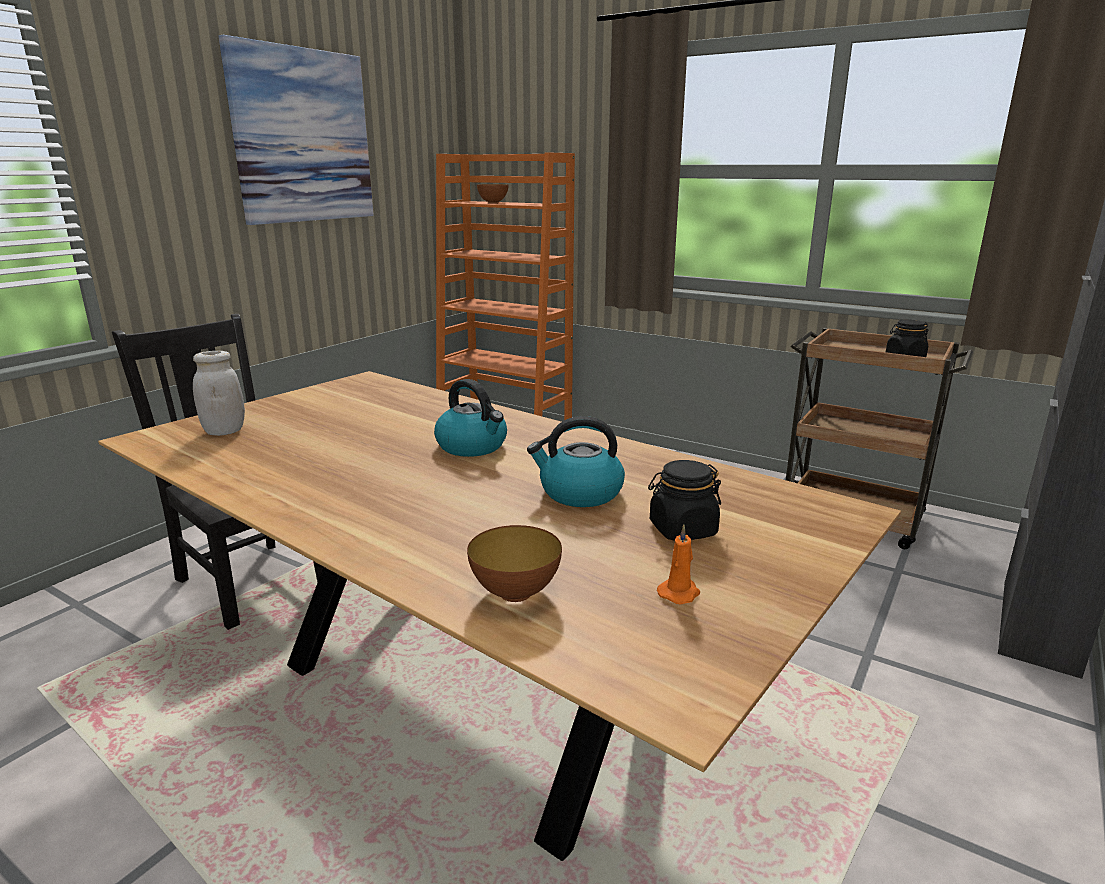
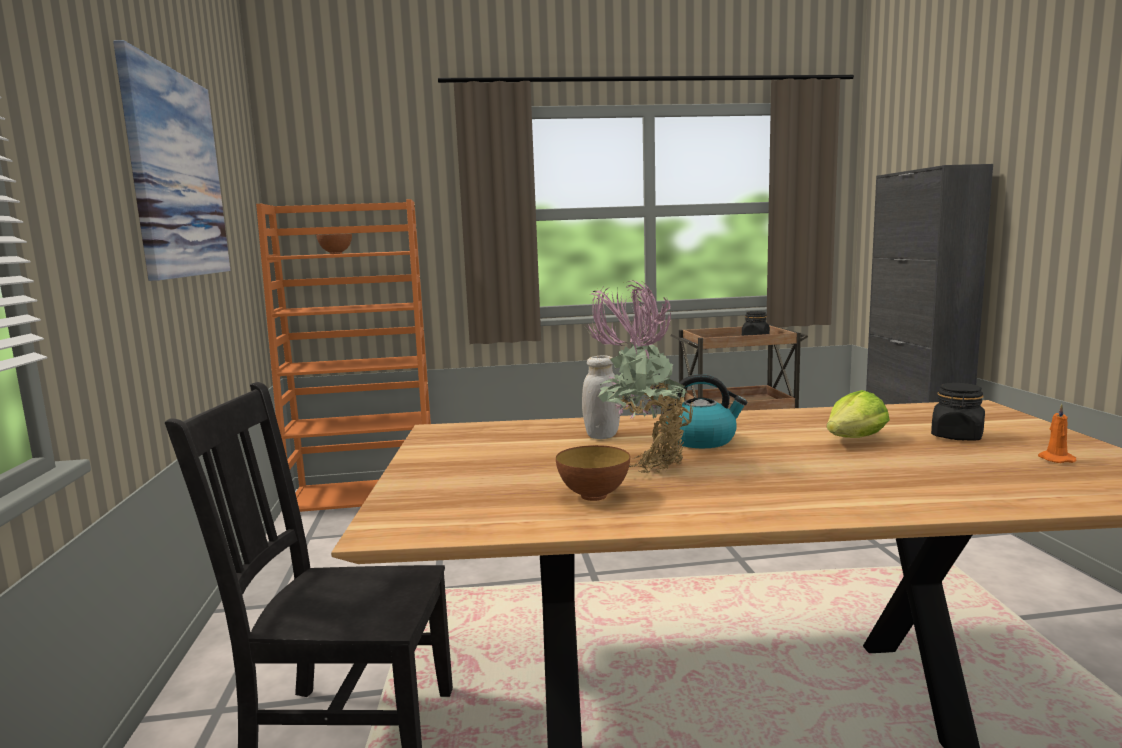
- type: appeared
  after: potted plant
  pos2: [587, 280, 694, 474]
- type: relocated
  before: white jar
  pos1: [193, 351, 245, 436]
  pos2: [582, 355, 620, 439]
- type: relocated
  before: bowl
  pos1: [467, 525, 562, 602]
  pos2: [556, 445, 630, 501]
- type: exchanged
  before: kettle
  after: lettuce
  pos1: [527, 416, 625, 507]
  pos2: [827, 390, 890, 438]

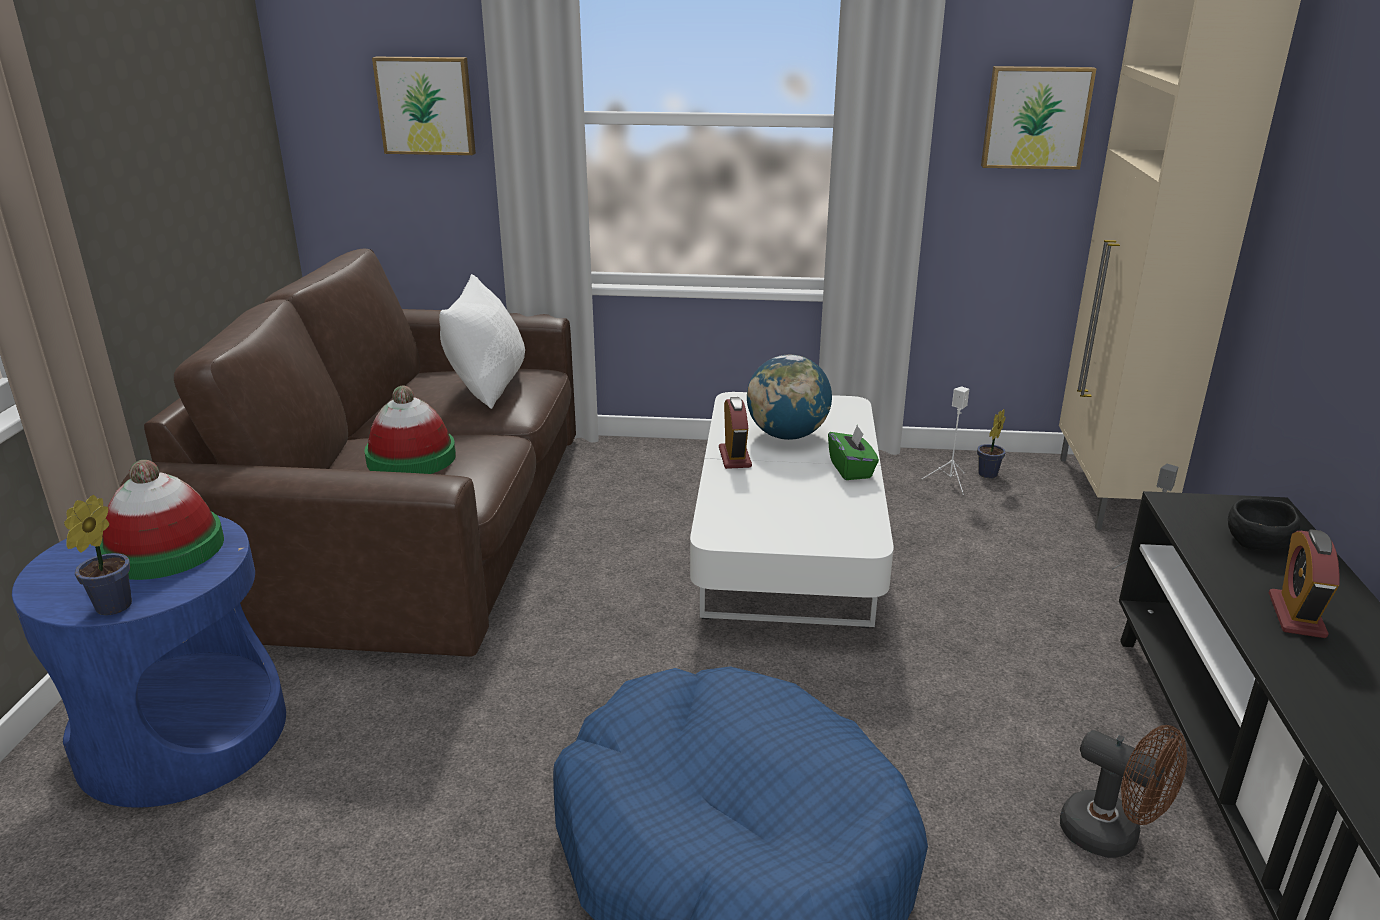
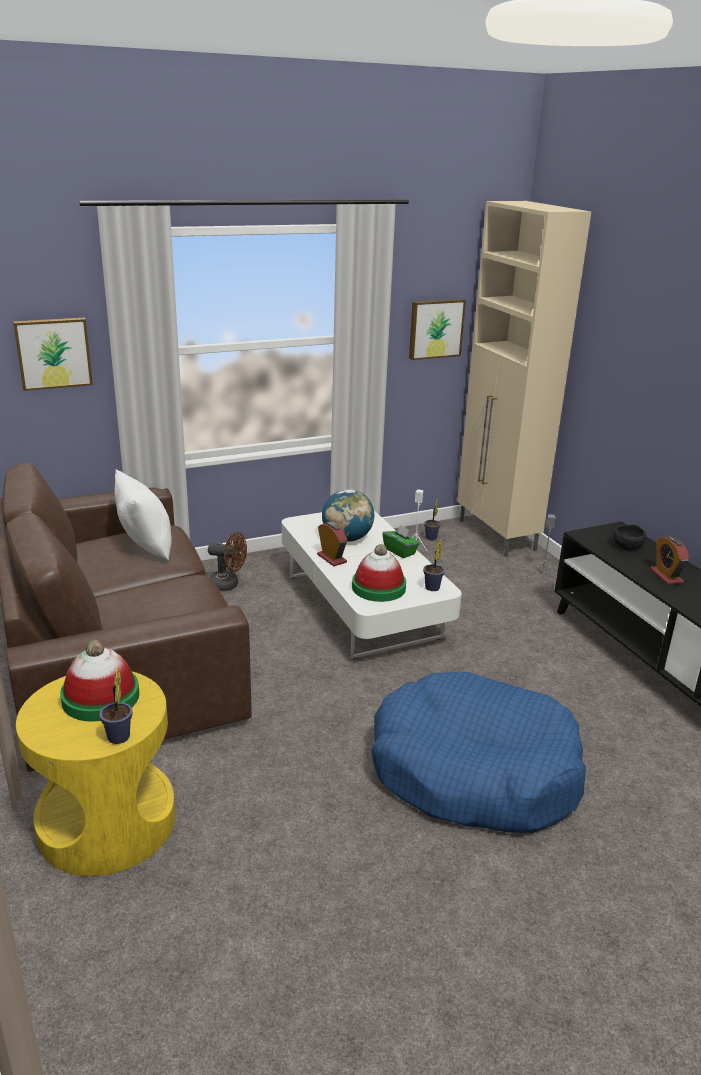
- type: appeared
  after: potted plant
  pos2: [423, 538, 445, 591]
- type: relocated
  before: hat
  pos1: [364, 386, 456, 474]
  pos2: [352, 544, 406, 602]
- type: relocated
  before: brown fan
  pos1: [1060, 725, 1187, 858]
  pos2: [208, 532, 247, 591]
- type: colour
  before: blue side table
  after: yellow side table
  pos1: [12, 515, 286, 808]
  pos2: [16, 672, 175, 876]

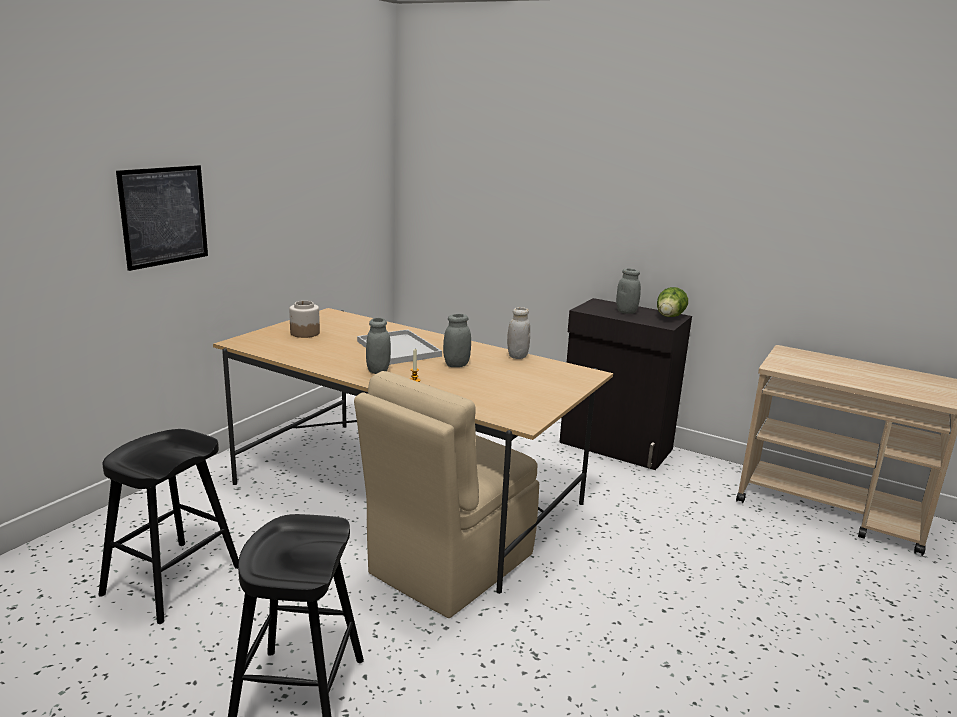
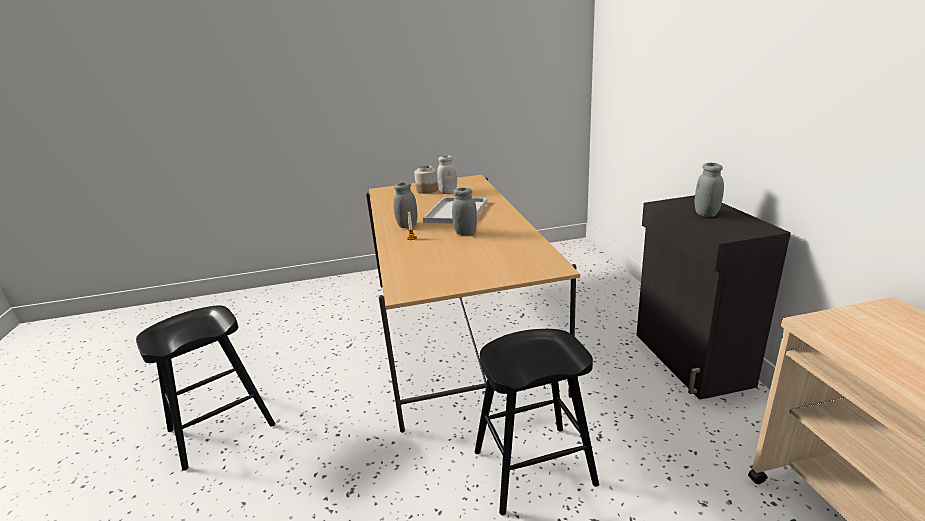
- type: missing
  before: picture
  pos1: [116, 165, 208, 271]
- type: missing
  before: beige chair
  pos1: [354, 371, 539, 618]
- type: missing
  before: lettuce
  pos1: [657, 287, 688, 317]
- type: relocated
  before: black stool
  pos1: [99, 429, 239, 624]
  pos2: [475, 329, 599, 515]
- type: relocated
  before: white jar
  pos1: [507, 307, 530, 359]
  pos2: [437, 156, 457, 194]

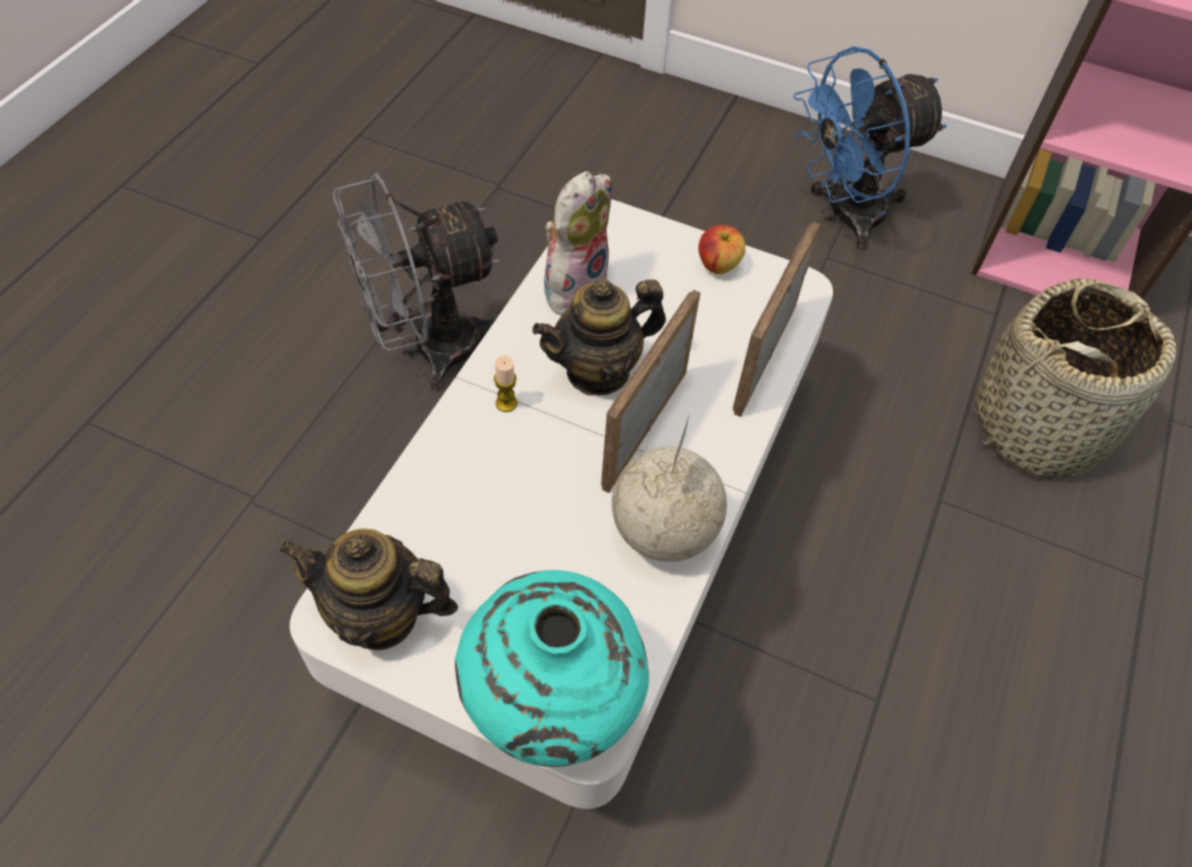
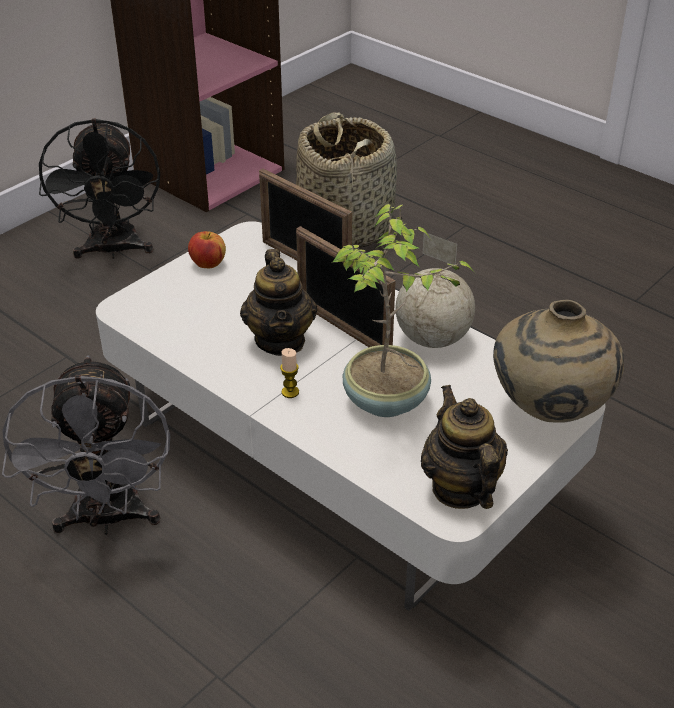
- type: missing
  before: plush toy
  pos1: [544, 171, 612, 316]
- type: appeared
  after: potted plant
  pos2: [331, 204, 474, 417]
- type: colour
  before: turquoise vase
  after: beige vase
  pos1: [455, 570, 649, 767]
  pos2: [493, 300, 624, 423]
- type: colour
  before: blue fan
  after: black fan
  pos1: [793, 46, 947, 250]
  pos2: [39, 118, 160, 259]
- type: spun
  before: teapot
  pos1: [279, 528, 458, 651]
  pos2: [421, 385, 508, 509]
  turn: 135

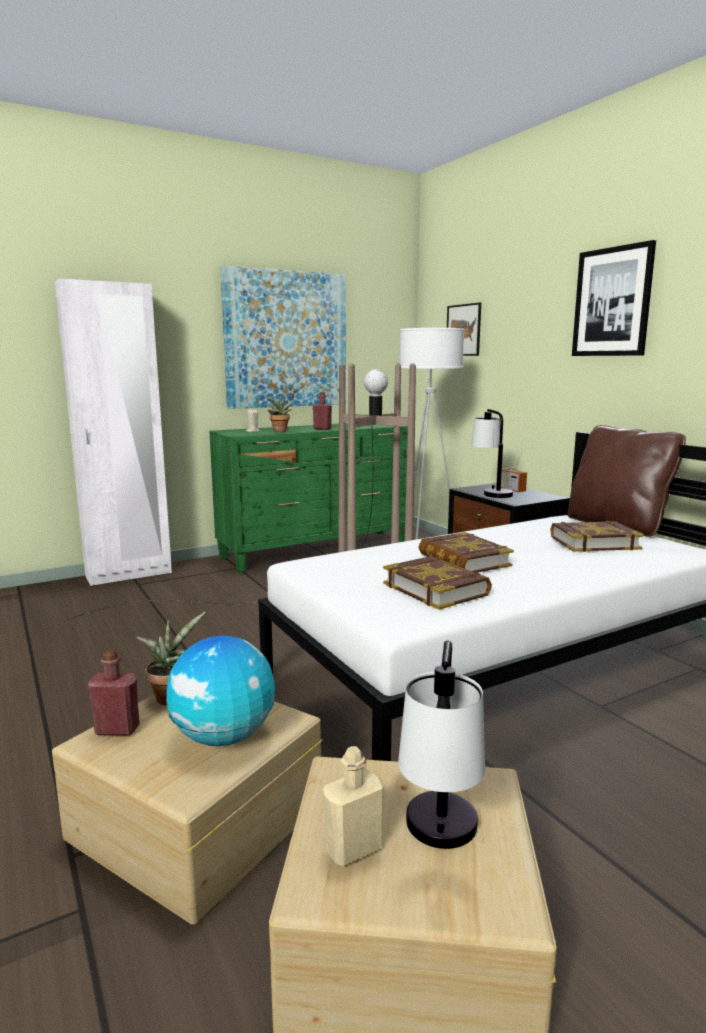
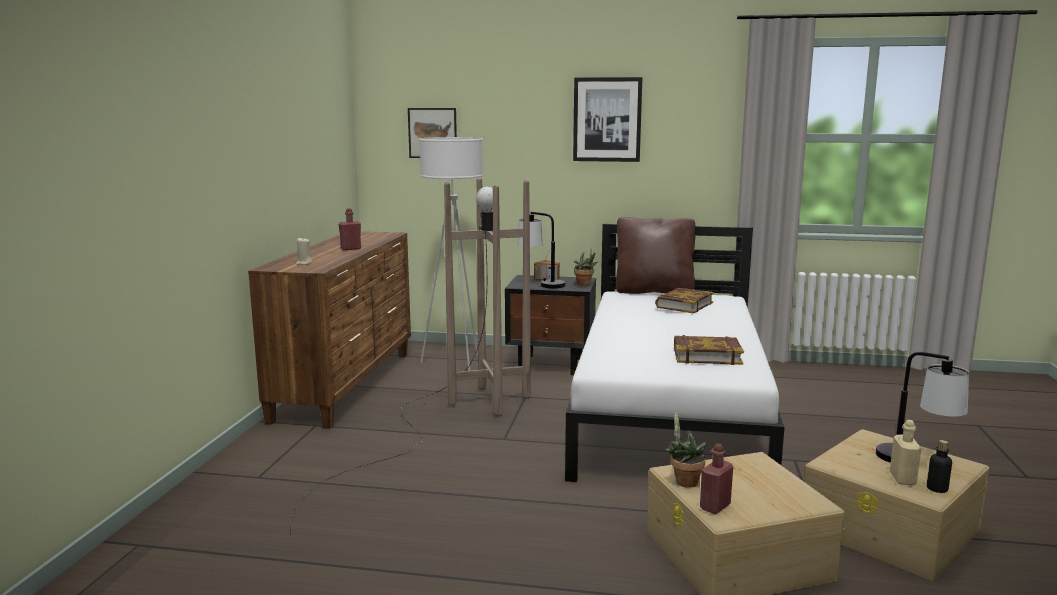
- type: missing
  before: white wardrobe
  pos1: [55, 278, 172, 586]
- type: missing
  before: globe
  pos1: [166, 636, 275, 746]
- type: missing
  before: picture
  pos1: [220, 265, 346, 409]
- type: missing
  before: book
  pos1: [419, 532, 514, 573]
- type: appeared
  after: bottle
  pos2: [927, 440, 952, 493]
- type: relocated
  before: potted plant
  pos1: [266, 394, 295, 432]
  pos2: [574, 249, 597, 286]
- type: colour
  before: green dresser
  after: brown dresser
  pos1: [209, 423, 408, 573]
  pos2: [248, 231, 411, 429]

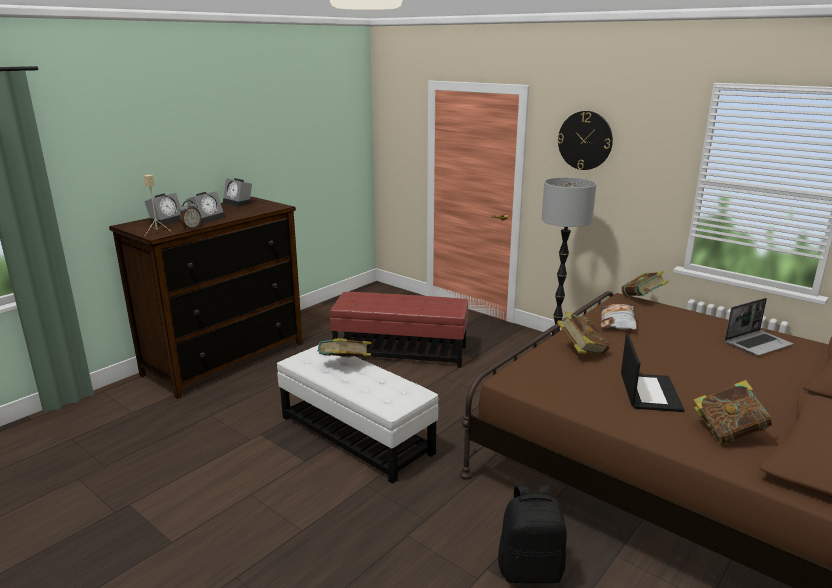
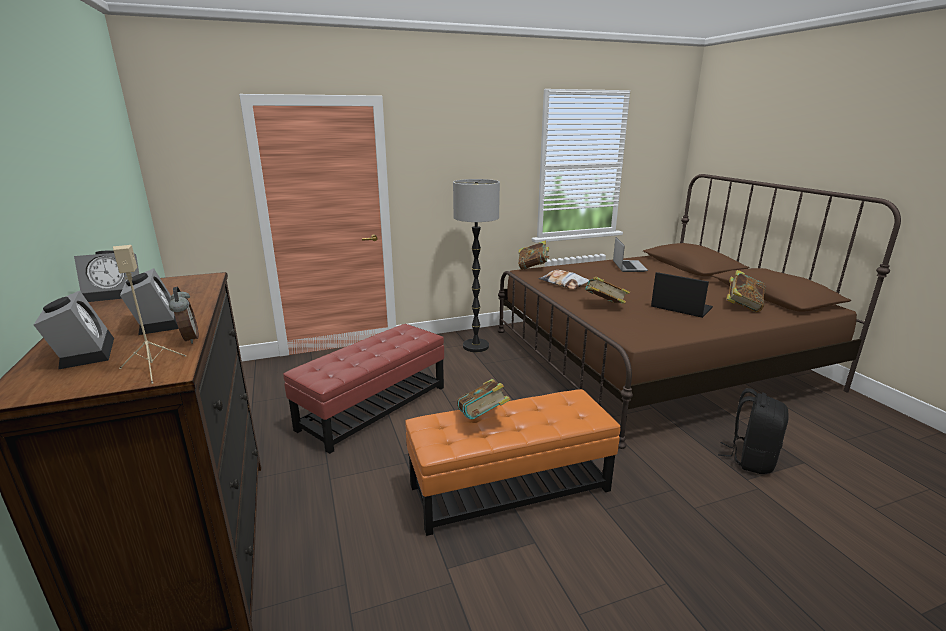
- type: missing
  before: wall clock
  pos1: [558, 111, 613, 170]
- type: colour
  before: white ottoman
  after: orange ottoman
  pos1: [277, 345, 438, 484]
  pos2: [405, 389, 621, 536]

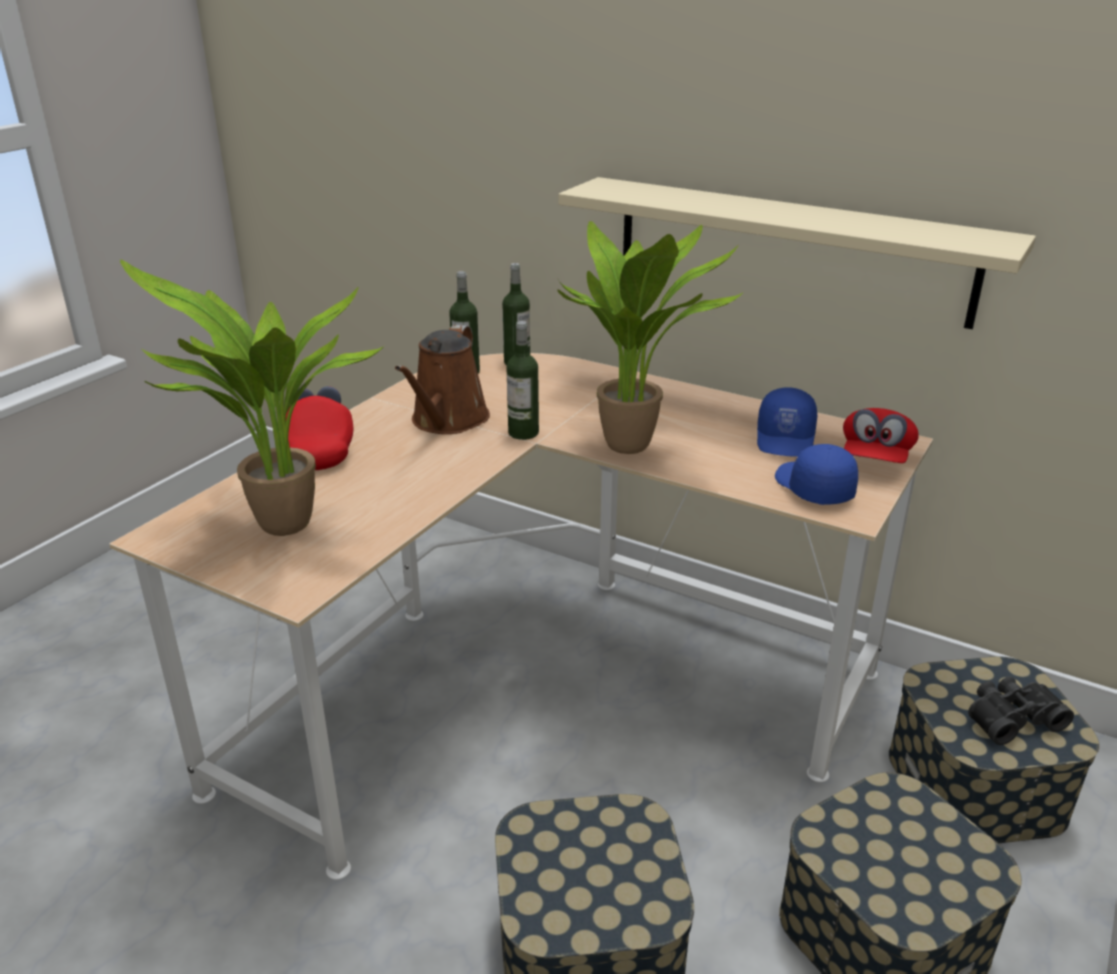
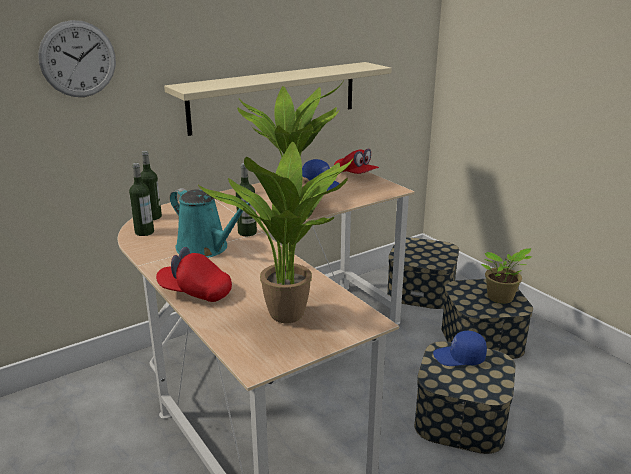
- type: missing
  before: black binoculars
  pos1: [968, 676, 1074, 745]
- type: appeared
  after: wall clock
  pos2: [38, 20, 116, 97]
- type: appeared
  after: potted plant
  pos2: [481, 248, 532, 304]
- type: relocated
  before: blue cap
  pos1: [775, 444, 858, 505]
  pos2: [433, 331, 487, 366]
- type: colour
  before: brown watering can
  after: turquoise watering can
  pos1: [395, 325, 490, 434]
  pos2: [170, 188, 251, 258]

